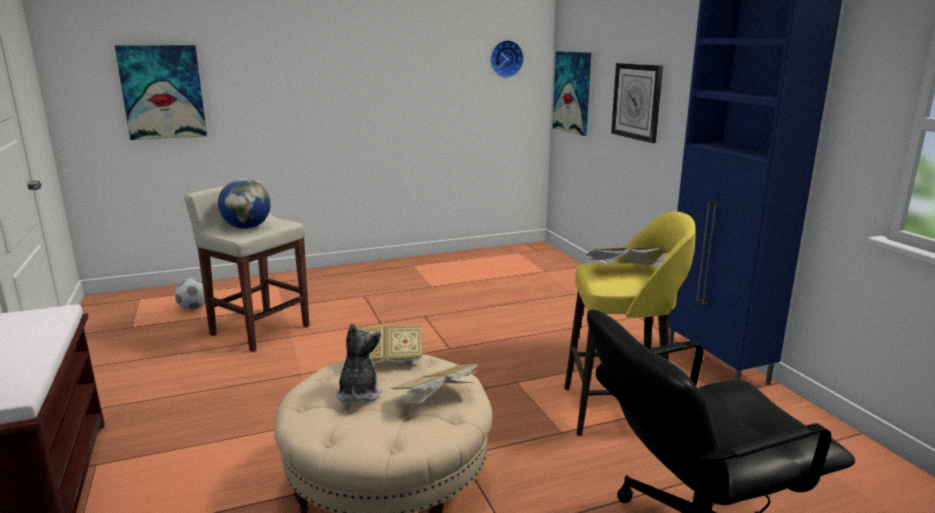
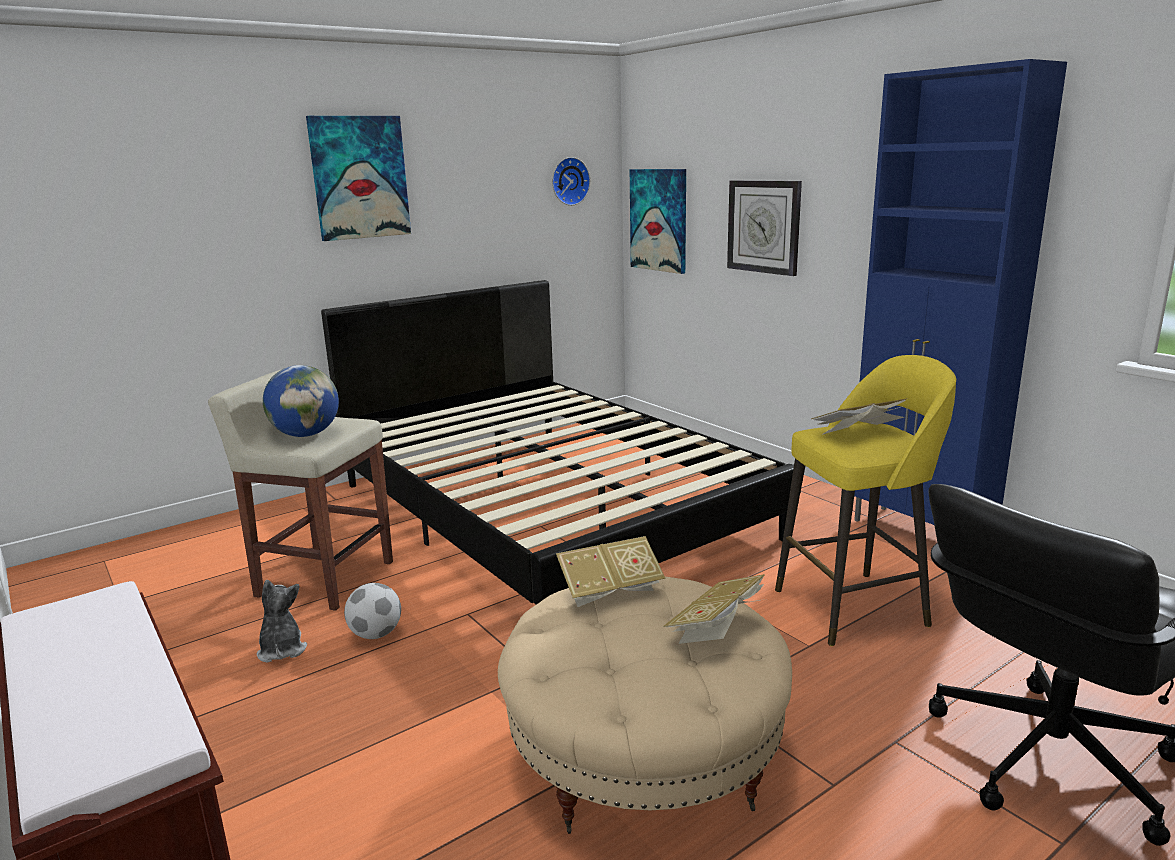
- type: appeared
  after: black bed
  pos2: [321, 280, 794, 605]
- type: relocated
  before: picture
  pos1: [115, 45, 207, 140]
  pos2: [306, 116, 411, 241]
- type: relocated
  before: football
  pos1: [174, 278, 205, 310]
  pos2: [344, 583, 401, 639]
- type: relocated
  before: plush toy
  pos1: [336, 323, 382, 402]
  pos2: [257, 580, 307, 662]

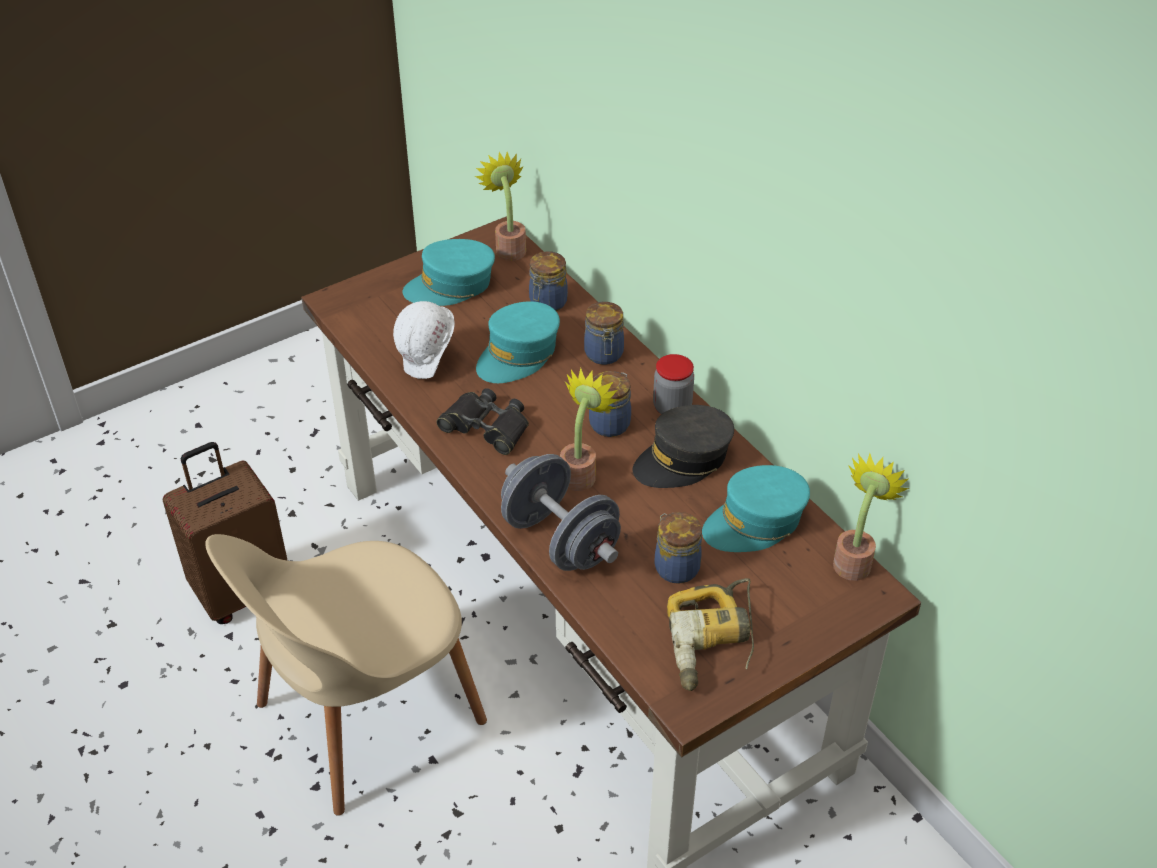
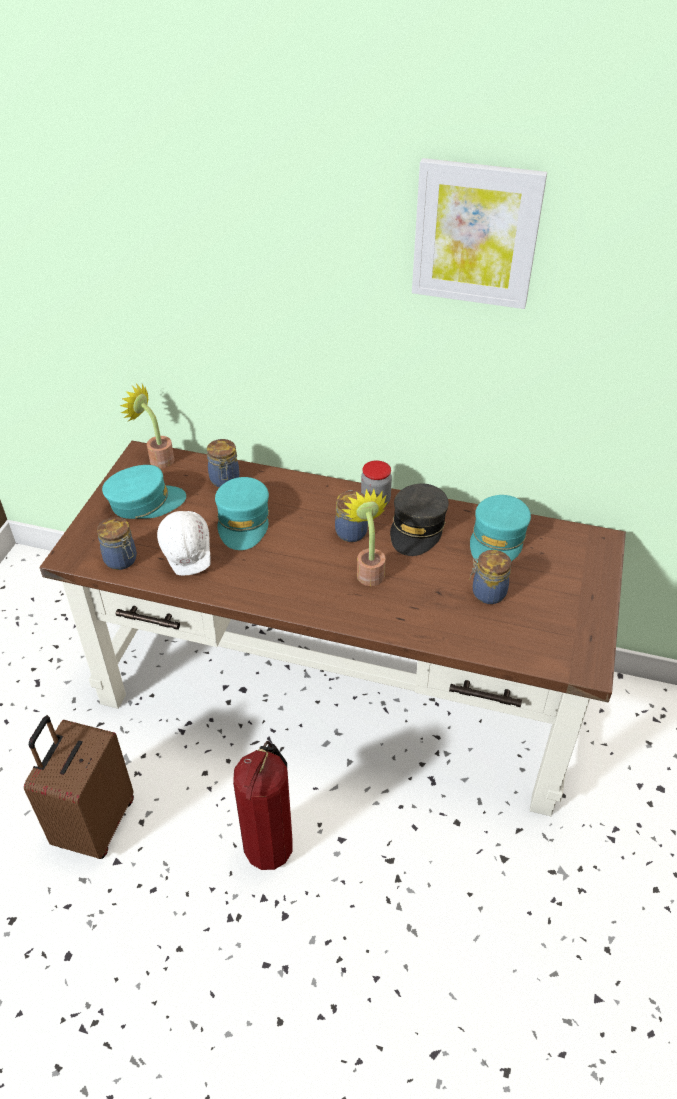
- type: missing
  before: black binoculars
  pos1: [436, 388, 529, 455]
- type: missing
  before: grey dumbbell
  pos1: [501, 454, 621, 571]
- type: missing
  before: power drill
  pos1: [667, 578, 754, 691]
- type: missing
  before: potted plant
  pos1: [833, 453, 910, 581]
- type: appeared
  after: picture
  pos2: [412, 158, 547, 309]
- type: relocated
  before: jar
  pos1: [584, 302, 624, 365]
  pos2: [97, 517, 137, 570]
- type: exchanged
  before: beige chair
  after: fire extinguisher
  pos1: [205, 534, 487, 816]
  pos2: [233, 741, 292, 870]
- type: spun
  before: turquoise cap
  pos1: [402, 239, 495, 306]
  pos2: [102, 465, 186, 519]
  turn: -135

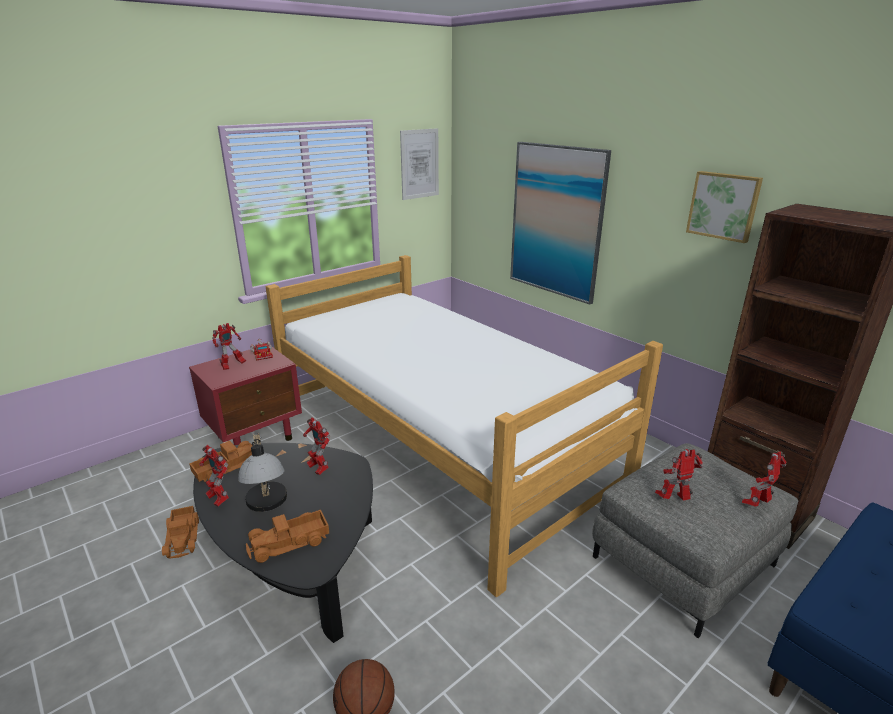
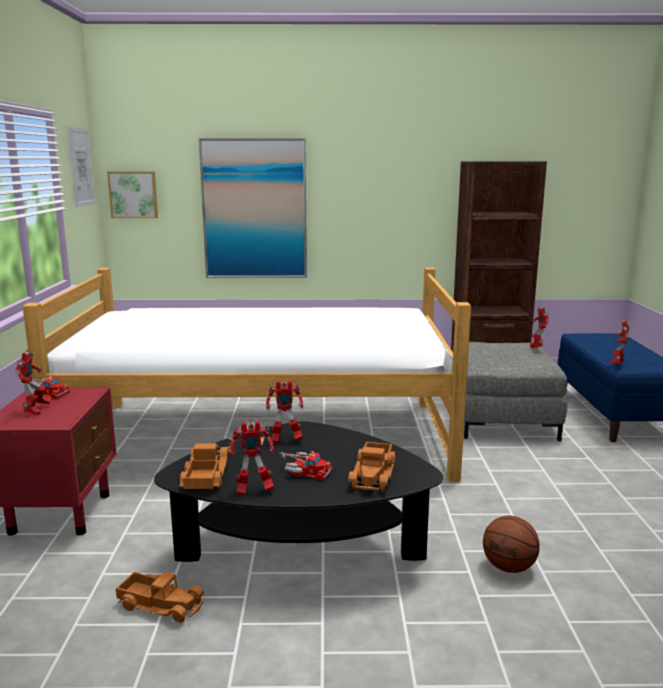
- type: relocated
  before: toy robot
  pos1: [655, 449, 703, 501]
  pos2: [609, 319, 629, 364]
- type: relocated
  before: picture
  pos1: [686, 171, 763, 243]
  pos2: [107, 171, 158, 218]
- type: exchanged
  before: table lamp
  after: toy truck
  pos1: [238, 433, 287, 512]
  pos2: [280, 451, 332, 481]

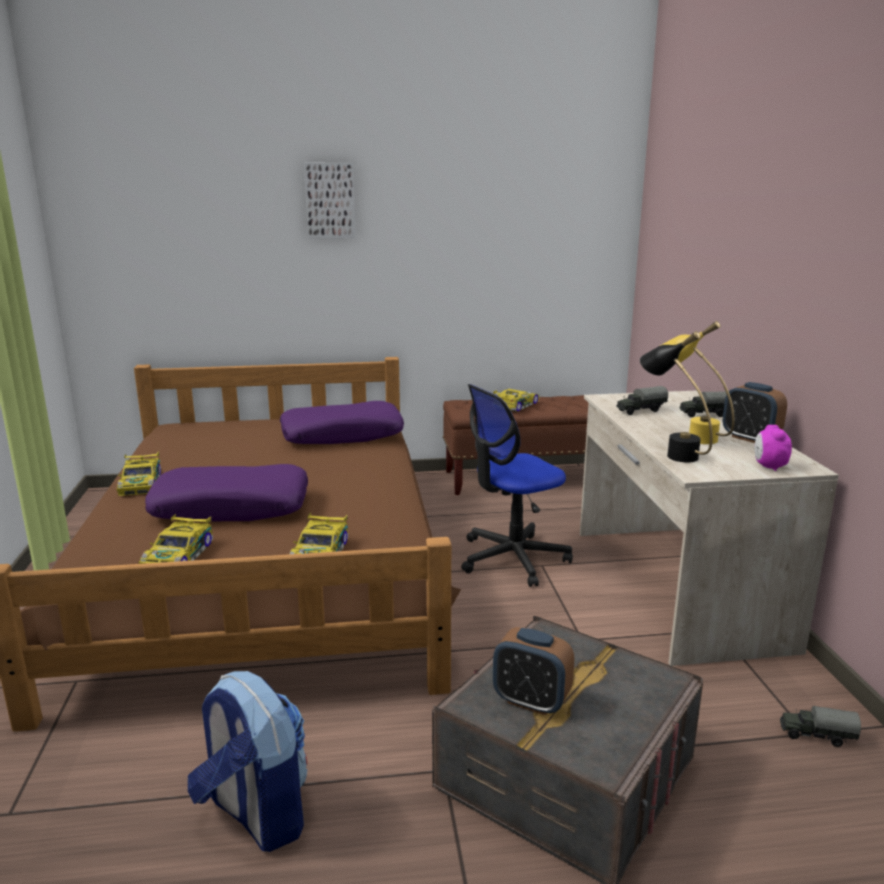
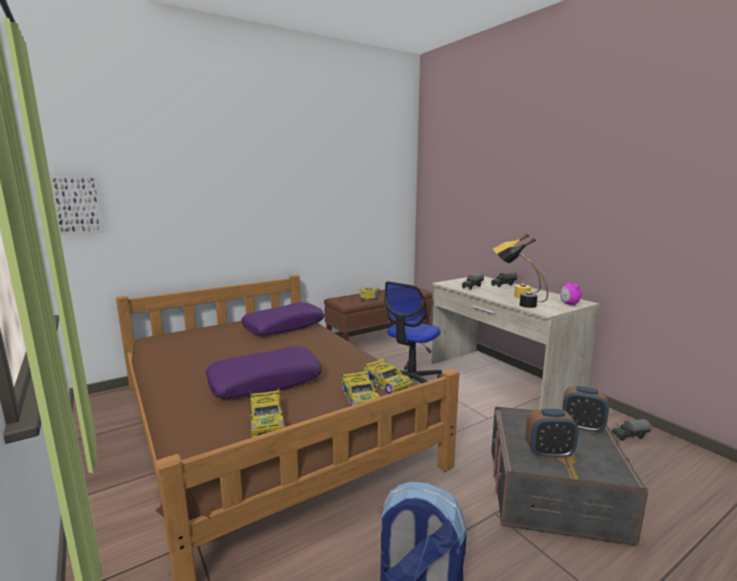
- type: relocated
  before: toy car
  pos1: [117, 452, 161, 496]
  pos2: [363, 357, 413, 394]
- type: relocated
  before: picture
  pos1: [304, 163, 356, 238]
  pos2: [50, 176, 104, 235]
- type: relocated
  before: alarm clock
  pos1: [723, 382, 787, 443]
  pos2: [562, 386, 609, 433]

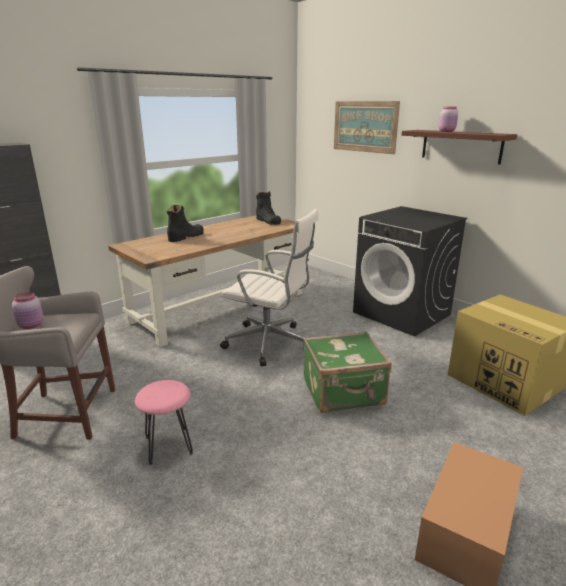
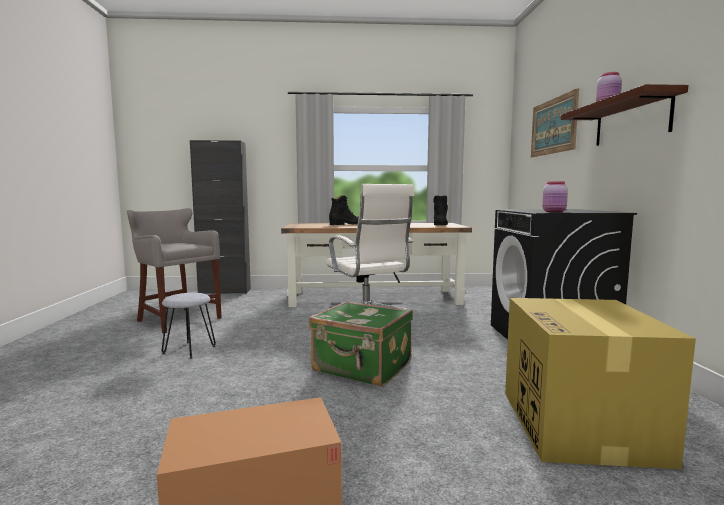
- type: relocated
  before: pink jar
  pos1: [12, 292, 44, 329]
  pos2: [542, 181, 568, 212]
- type: colour
  before: pink stool
  after: grey stool
  pos1: [135, 380, 193, 465]
  pos2: [162, 293, 216, 359]

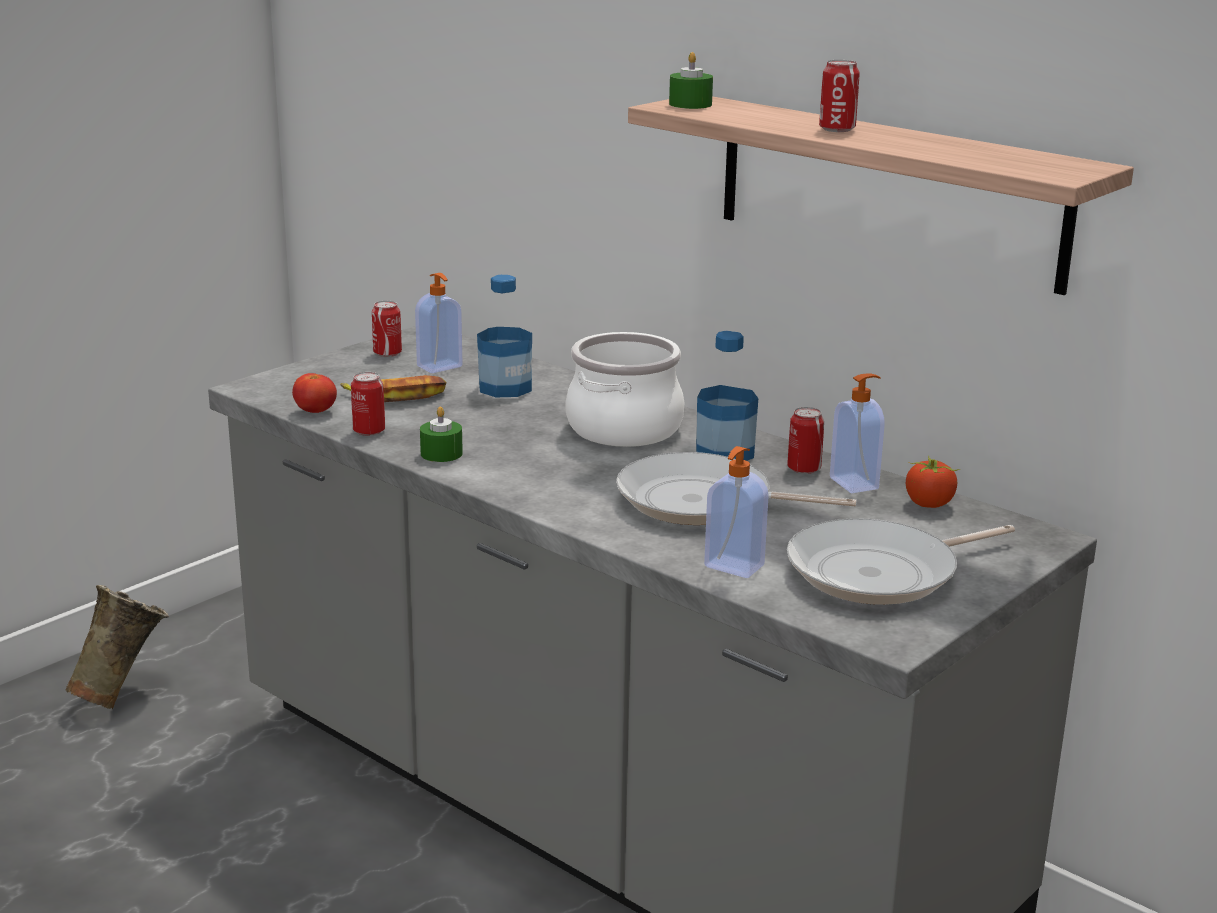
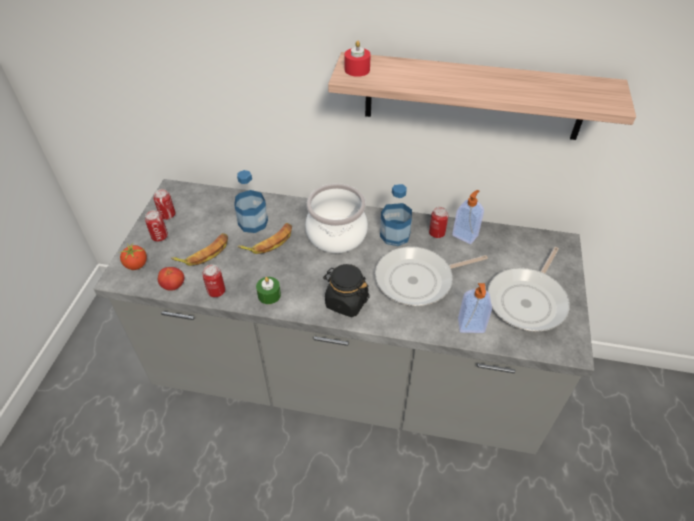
- type: missing
  before: beige vase
  pos1: [65, 585, 169, 709]
- type: missing
  before: soap dispenser
  pos1: [415, 273, 463, 373]
- type: appeared
  after: banana
  pos2: [238, 223, 292, 254]
- type: appeared
  after: black jar
  pos2: [323, 264, 370, 317]
- type: relocated
  before: can
  pos1: [819, 60, 860, 132]
  pos2: [145, 210, 168, 242]
- type: relocated
  before: tomato
  pos1: [906, 455, 960, 508]
  pos2: [118, 243, 147, 270]
- type: colour
  before: green candle
  after: red candle
  pos1: [669, 52, 713, 109]
  pos2: [345, 40, 371, 77]

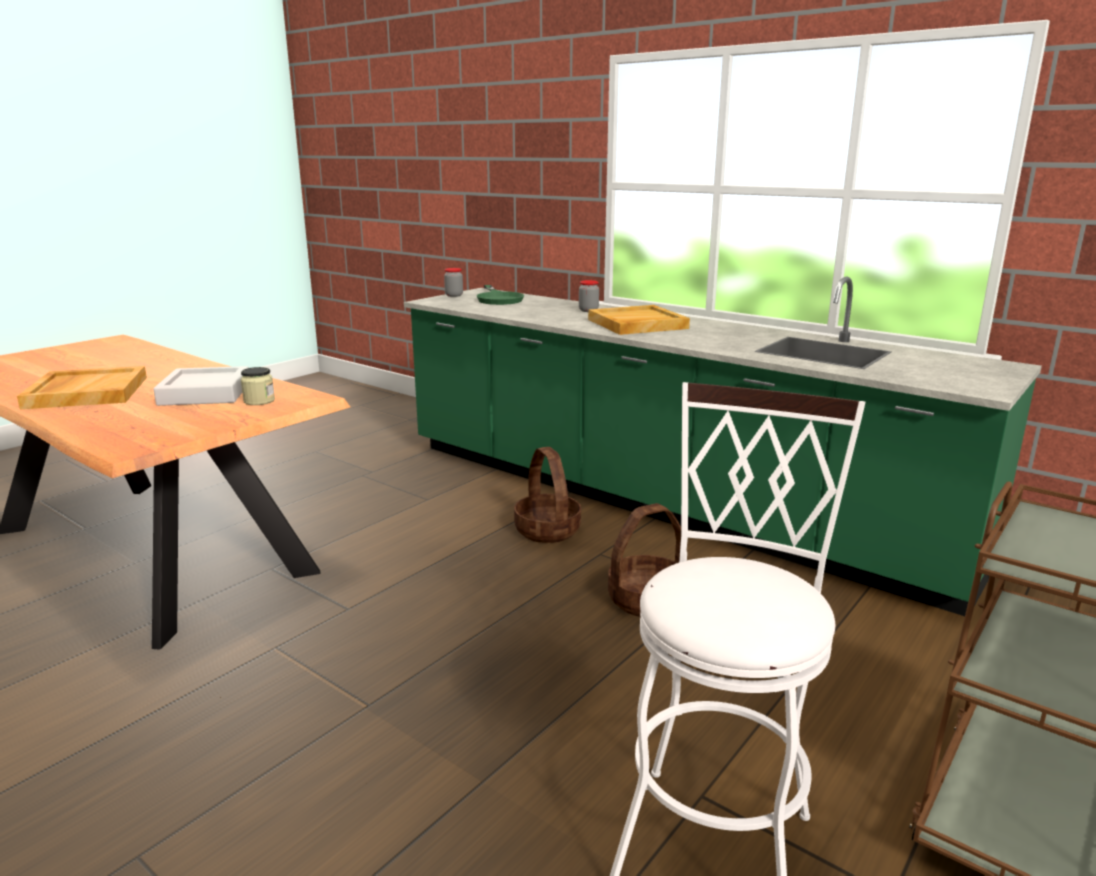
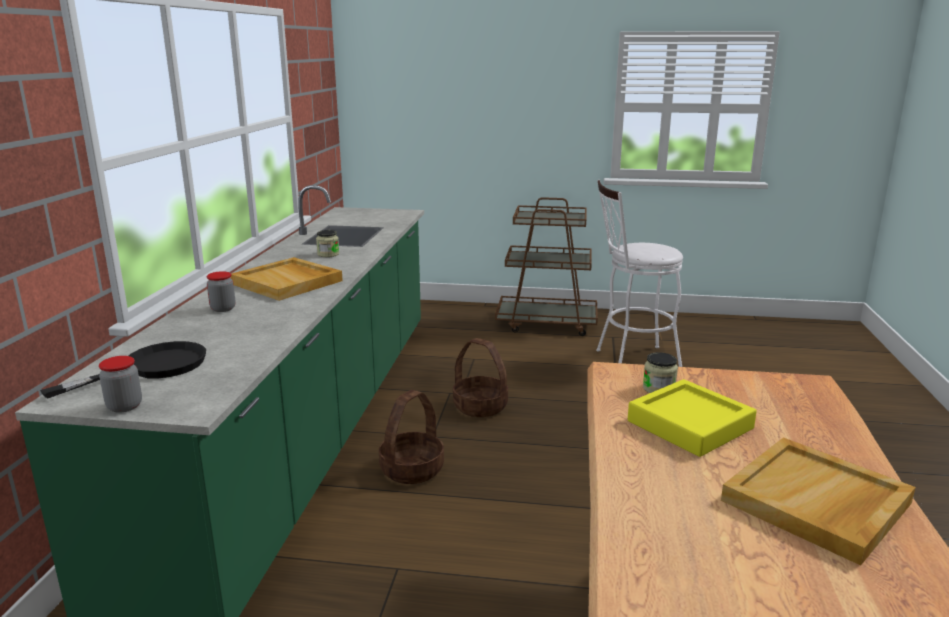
- type: appeared
  after: jar
  pos2: [316, 230, 339, 257]
- type: colour
  before: grey tray
  after: yellow tray
  pos1: [153, 366, 249, 406]
  pos2: [628, 379, 757, 457]
- type: colour
  before: green frying pan
  after: black frying pan
  pos1: [477, 285, 524, 305]
  pos2: [40, 341, 206, 398]

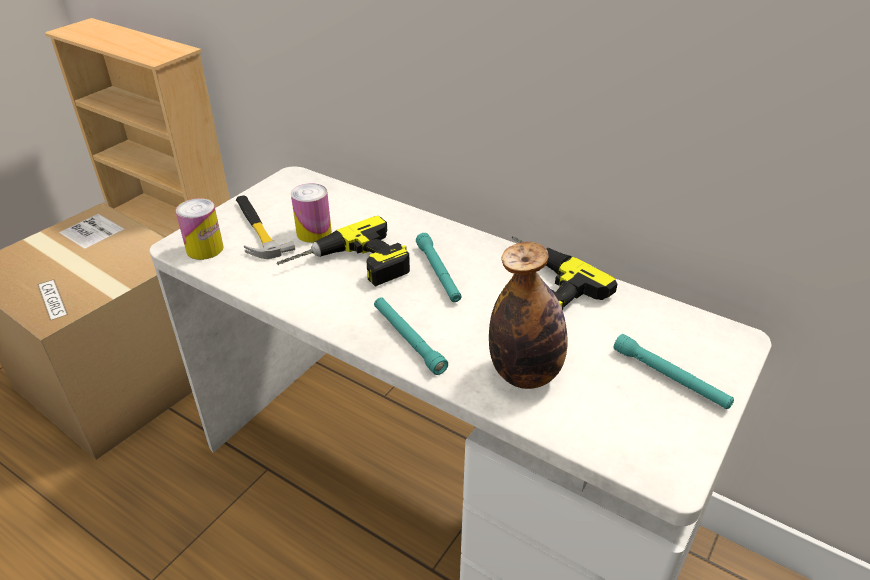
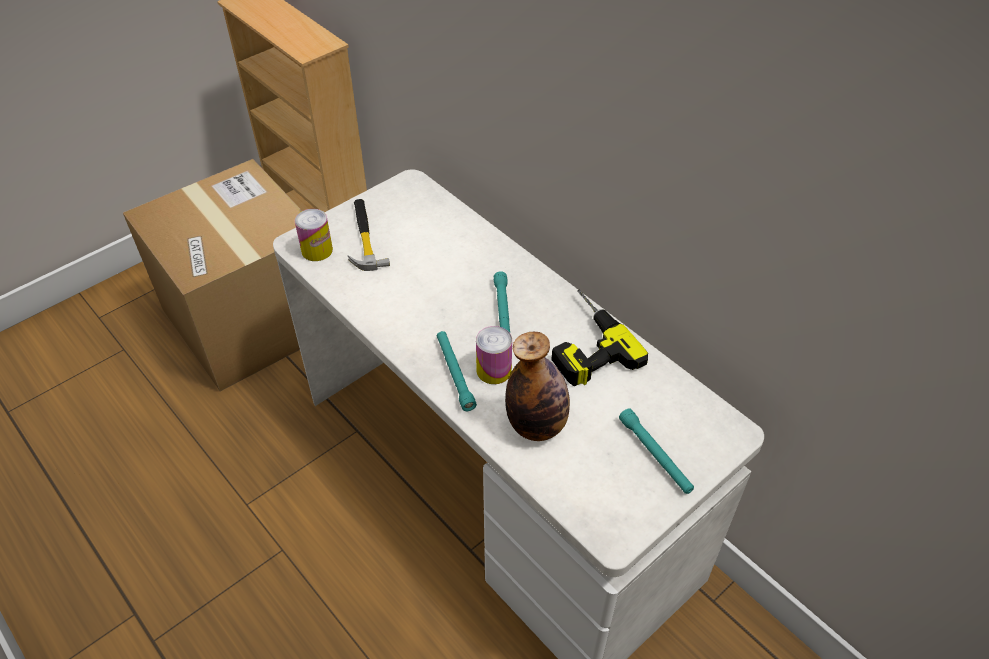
- type: missing
  before: power drill
  pos1: [276, 216, 410, 286]
- type: relocated
  before: can
  pos1: [291, 183, 332, 243]
  pos2: [476, 326, 512, 384]

